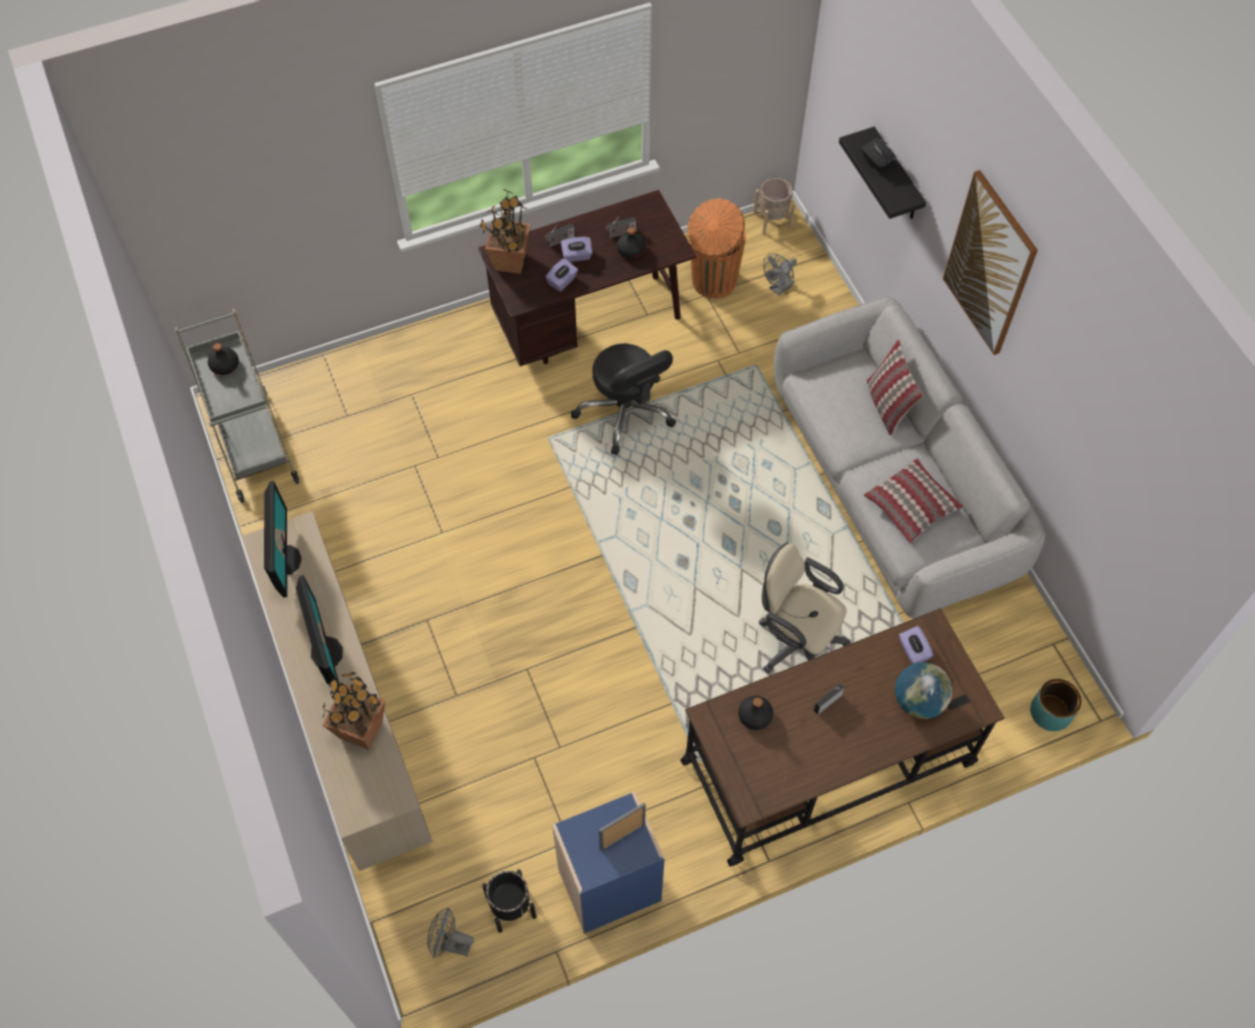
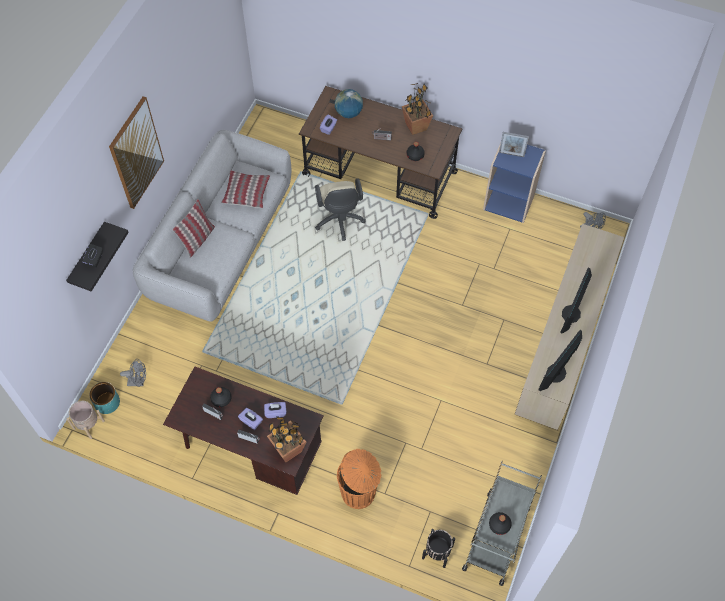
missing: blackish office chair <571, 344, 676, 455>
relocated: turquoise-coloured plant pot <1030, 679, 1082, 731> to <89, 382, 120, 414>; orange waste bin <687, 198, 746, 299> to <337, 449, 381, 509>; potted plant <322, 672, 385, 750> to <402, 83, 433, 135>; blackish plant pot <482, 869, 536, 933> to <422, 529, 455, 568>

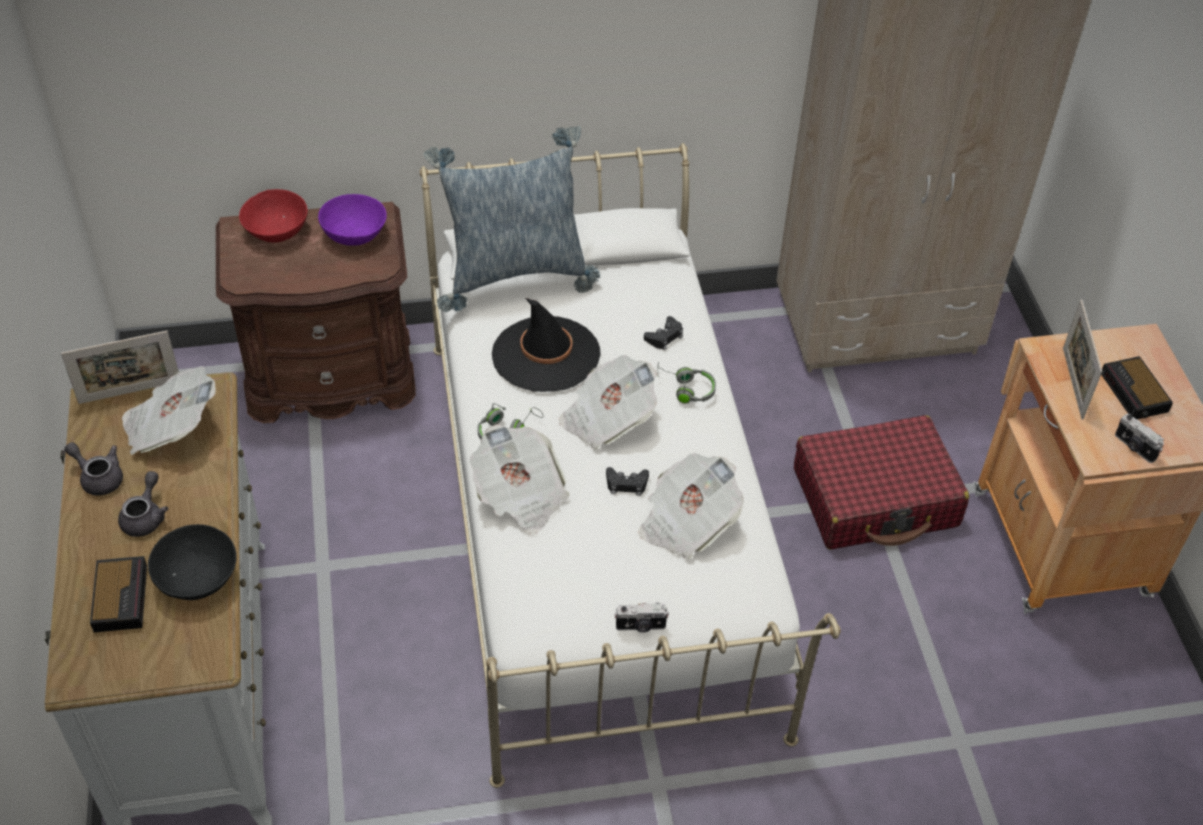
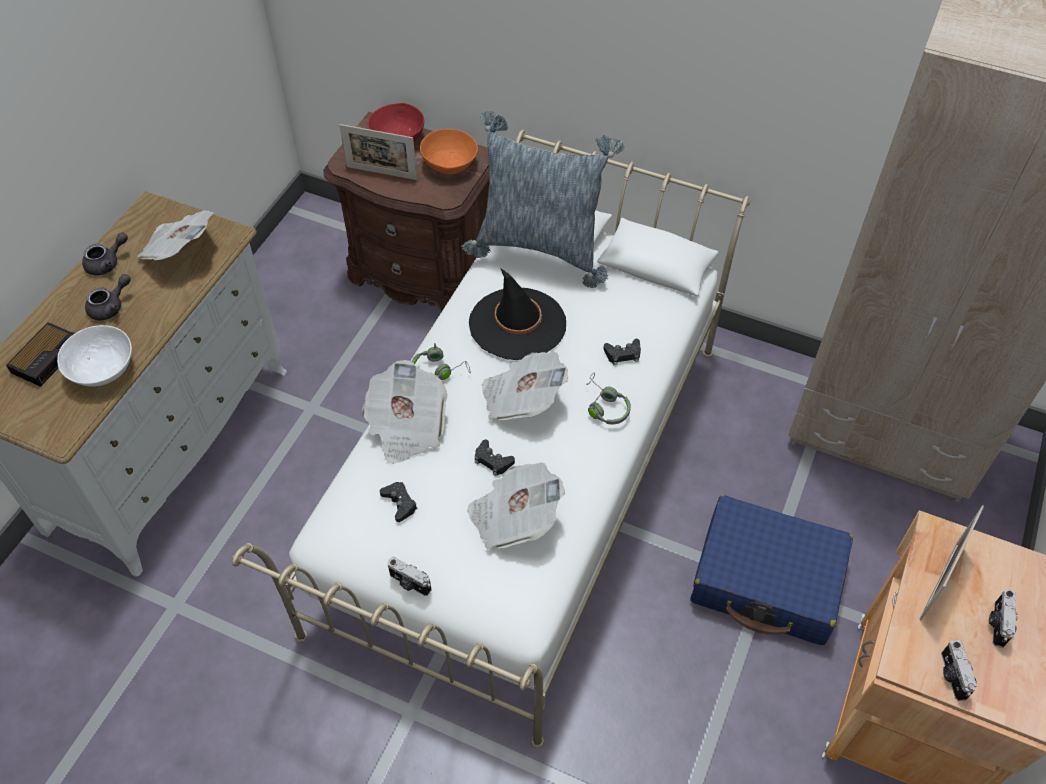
appeared: blackish game controller <380, 482, 417, 522>
relocated: photo frame <61, 331, 179, 404> to <339, 124, 417, 180>
exchanged: alarm clock <1101, 356, 1173, 419> to photo camera <989, 589, 1018, 648>
colour: blackish deep dish <148, 524, 237, 600> to white-coloured deep dish <57, 325, 132, 387>; purplish deep dish <318, 194, 387, 246> to orange deep dish <420, 129, 478, 174>; red-coloured travel case <794, 415, 969, 549> to bluish travel case <691, 495, 853, 645>
spun: gray pot for tea <65, 442, 123, 496> = <82, 232, 128, 276> 75 degrees clockwise

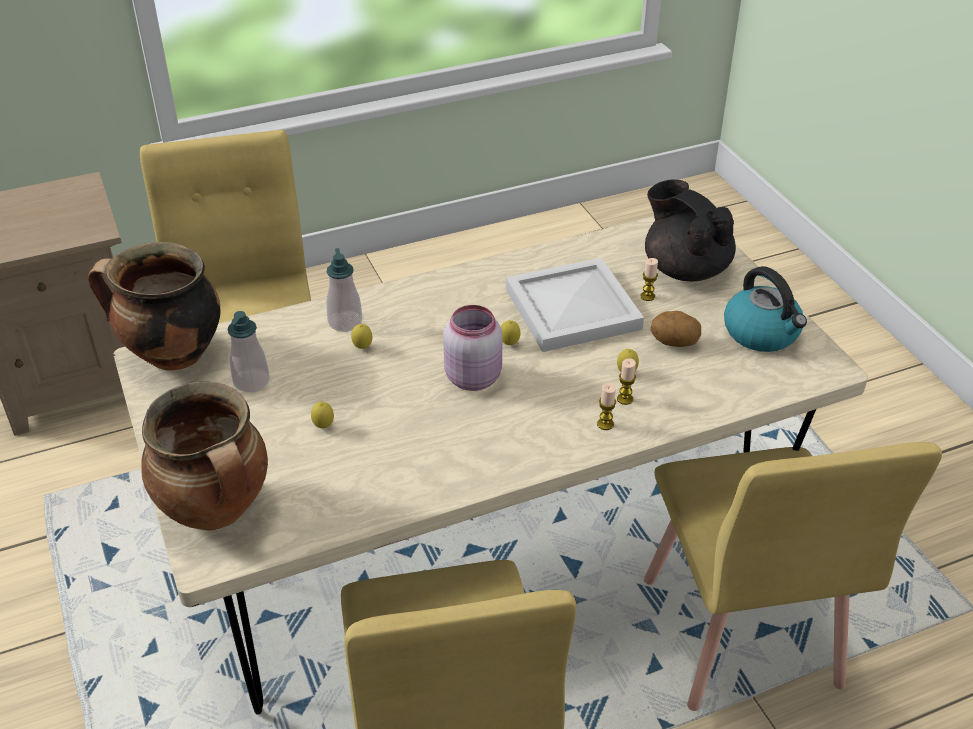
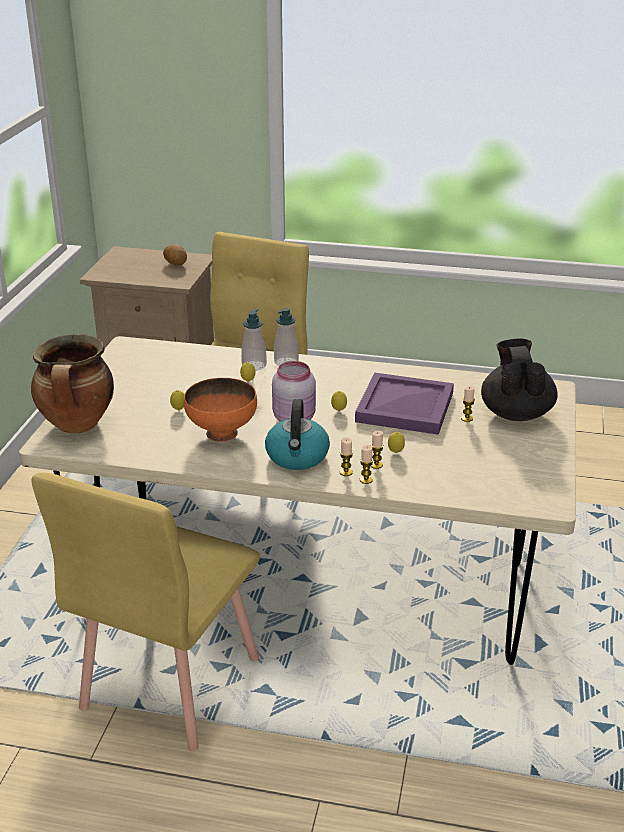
missing: cooking pot <88, 242, 220, 371>; yellow-coloured chair <644, 442, 942, 711>
appeared: orange deep dish <184, 378, 257, 442>; candle <359, 445, 373, 484>
relocated: whole potato <650, 311, 701, 347> to <163, 244, 187, 266>; kettle <724, 266, 807, 352> to <265, 399, 330, 470>; soap dispenser <227, 311, 270, 392> to <274, 308, 299, 366>
colour: white-coloured serving tray <506, 258, 644, 352> to purplish serving tray <355, 373, 454, 435>

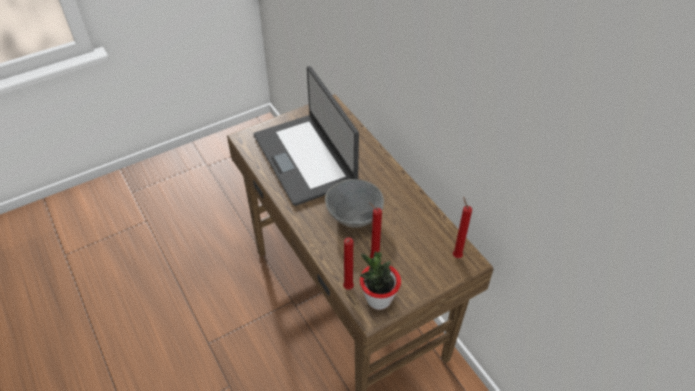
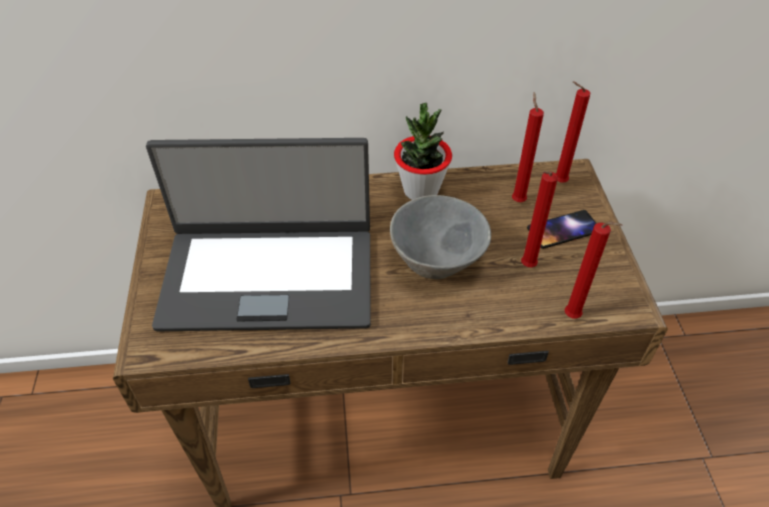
appeared: red-coloured candle <512, 92, 544, 202>; handset <527, 210, 597, 249>
relocated: potted plant <360, 251, 401, 310> to <394, 103, 452, 200>

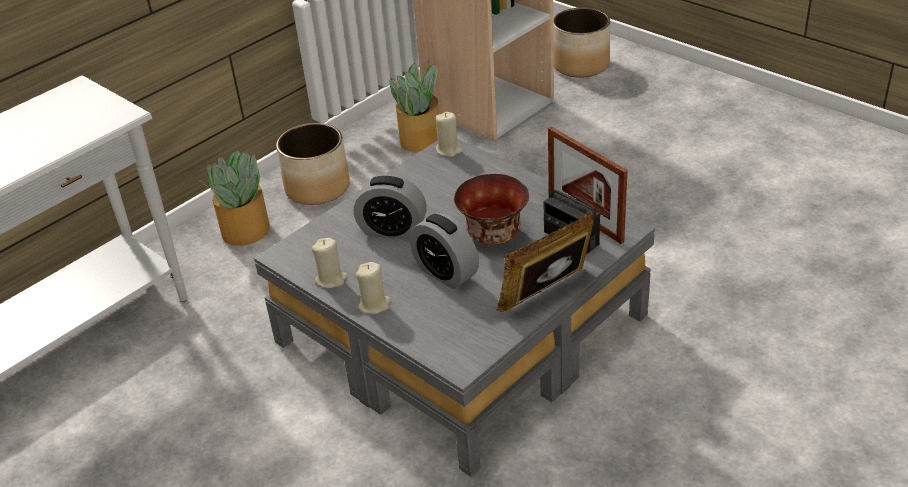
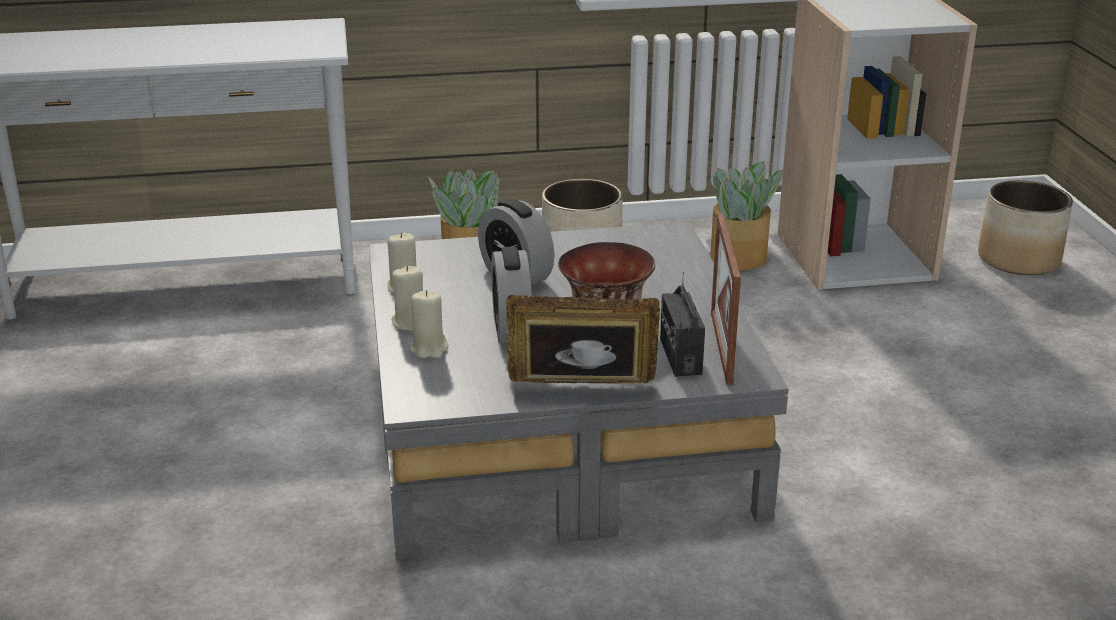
relocated: beige-coloured candle <436, 112, 462, 157> to <410, 290, 448, 358>

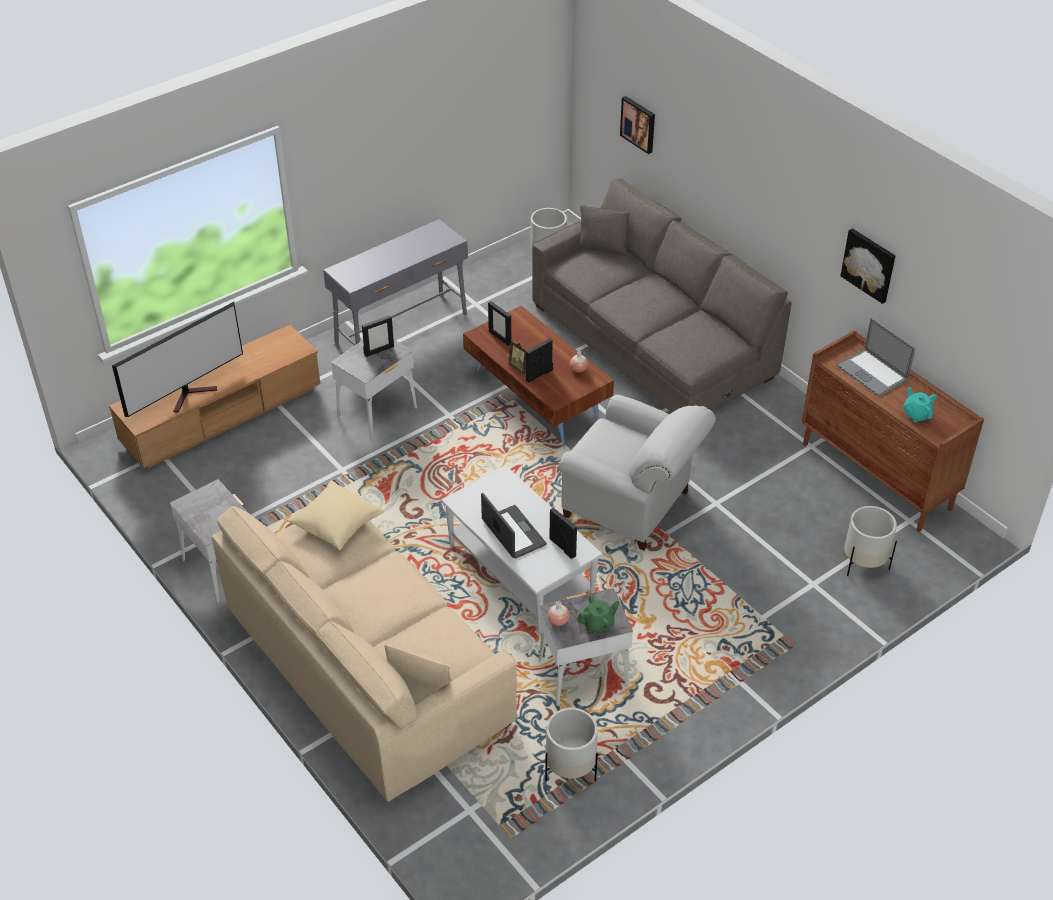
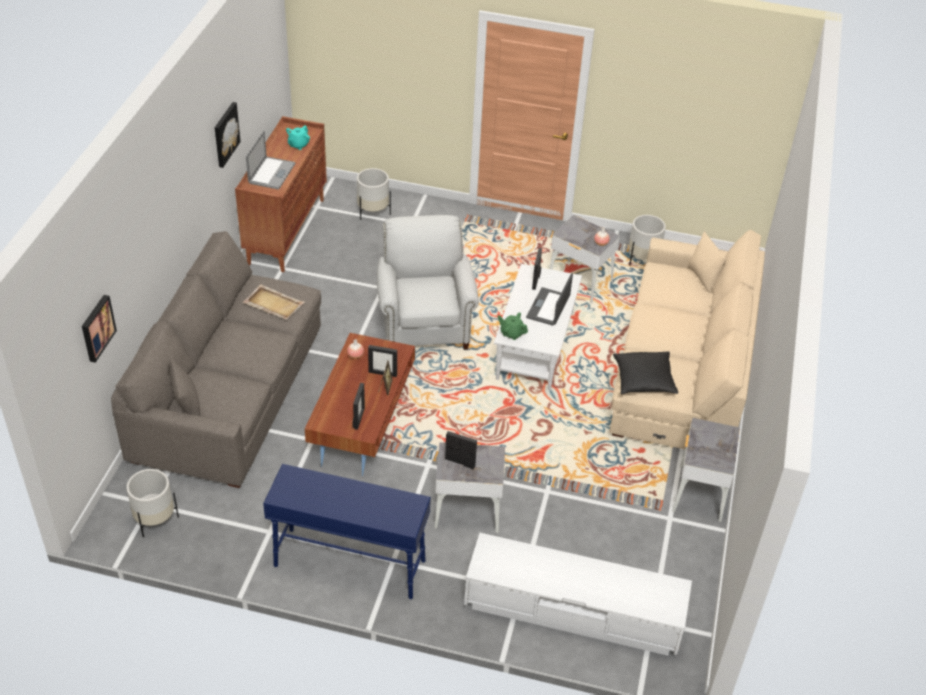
missing: TV set <112, 302, 243, 417>
appeared: beige-coloured serving tray <243, 284, 305, 320>
relocated: green-coloured pot for tea <577, 594, 620, 633> to <498, 312, 528, 340>
colour: gray console table <323, 219, 468, 346> to bluish console table <263, 464, 431, 599>; brownish tv stand <109, 324, 320, 468> to white-coloured tv stand <464, 533, 692, 656>; beige-coloured throw pillow <287, 480, 385, 550> to blackish throw pillow <613, 352, 678, 394>

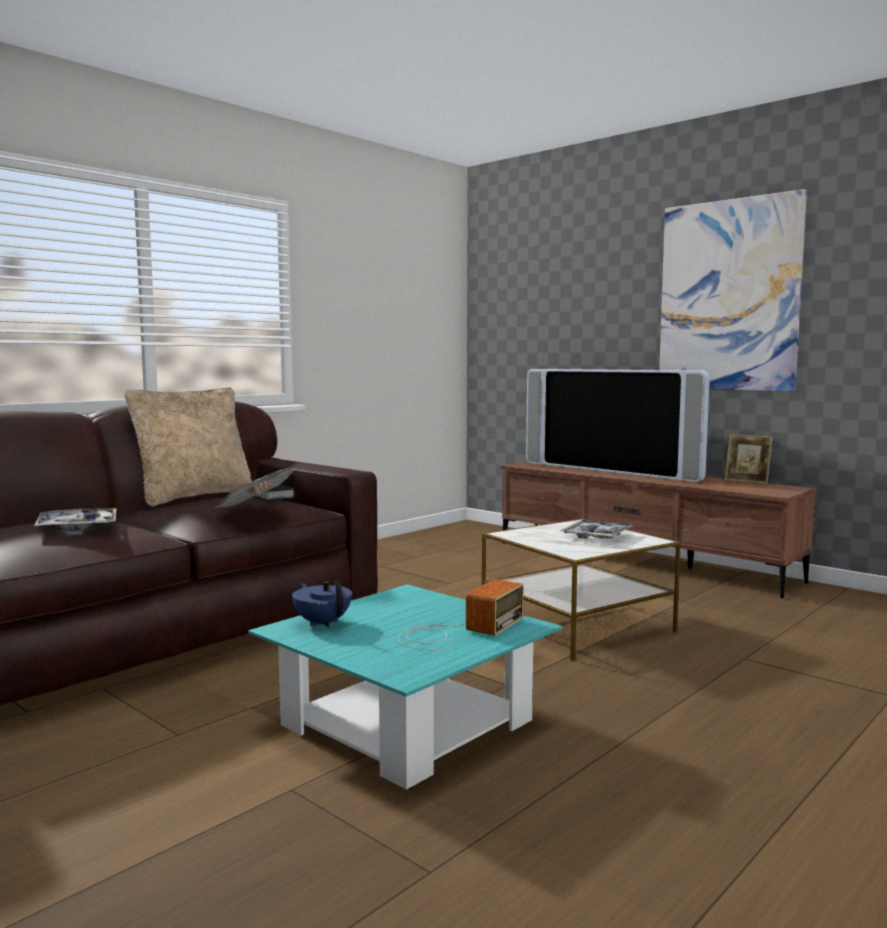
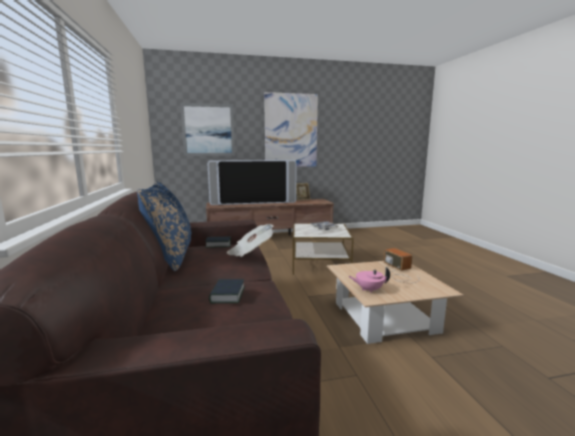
appeared: wall picture <180, 103, 235, 156>
exchanged: serving tray <34, 508, 117, 531> to book <209, 279, 245, 303>
colour: beige-coloured throw pillow <124, 387, 252, 506> to bluish throw pillow <137, 182, 191, 271>; turquoise-coloured coffee table <248, 584, 563, 790> to beige-coloured coffee table <327, 261, 464, 344>; bluish pot for tea <292, 580, 352, 627> to pinkish pot for tea <348, 267, 390, 293>

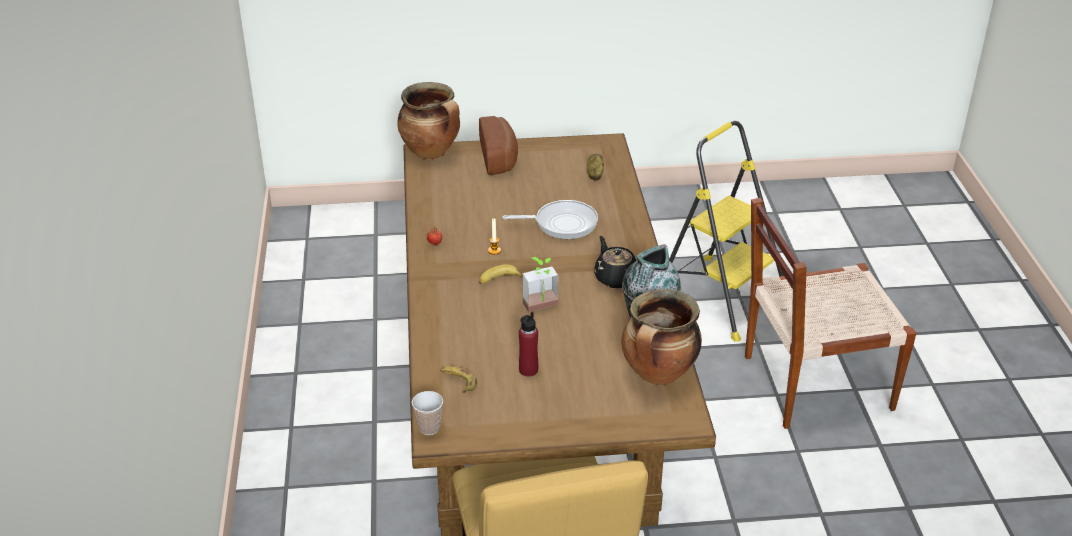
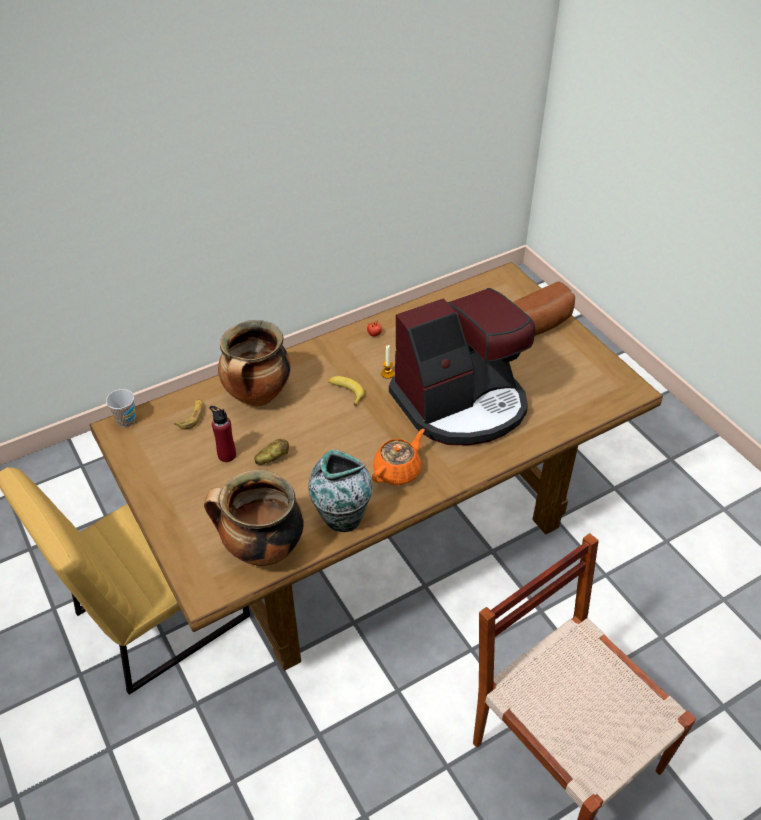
missing: potted plant <523, 257, 558, 312>; yellow-coloured step stool <669, 121, 784, 342>
relocated: cooking pot <397, 82, 460, 159> to <218, 320, 291, 406>; whole potato <587, 154, 604, 181> to <254, 439, 289, 465>
exchanged: pan <503, 200, 598, 239> to coffee machine <389, 288, 535, 446>
colour: blackish pot for tea <594, 236, 637, 288> to orange pot for tea <372, 429, 425, 485>

